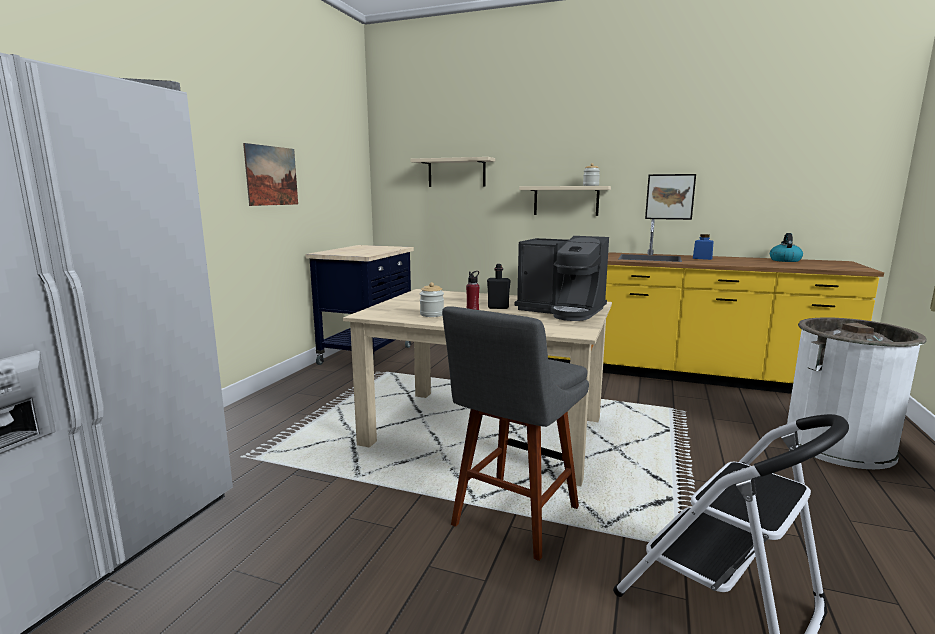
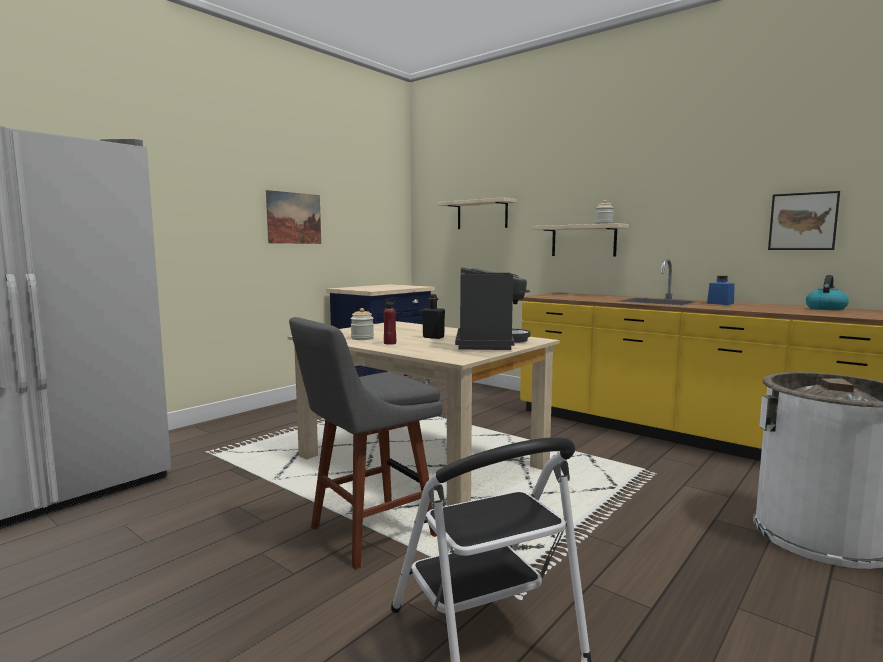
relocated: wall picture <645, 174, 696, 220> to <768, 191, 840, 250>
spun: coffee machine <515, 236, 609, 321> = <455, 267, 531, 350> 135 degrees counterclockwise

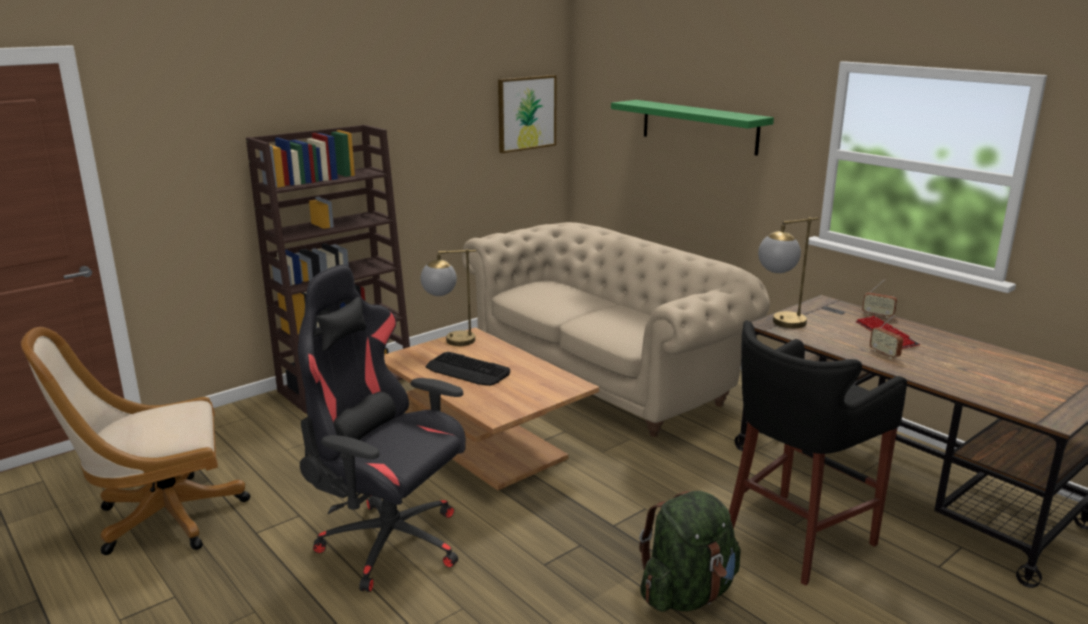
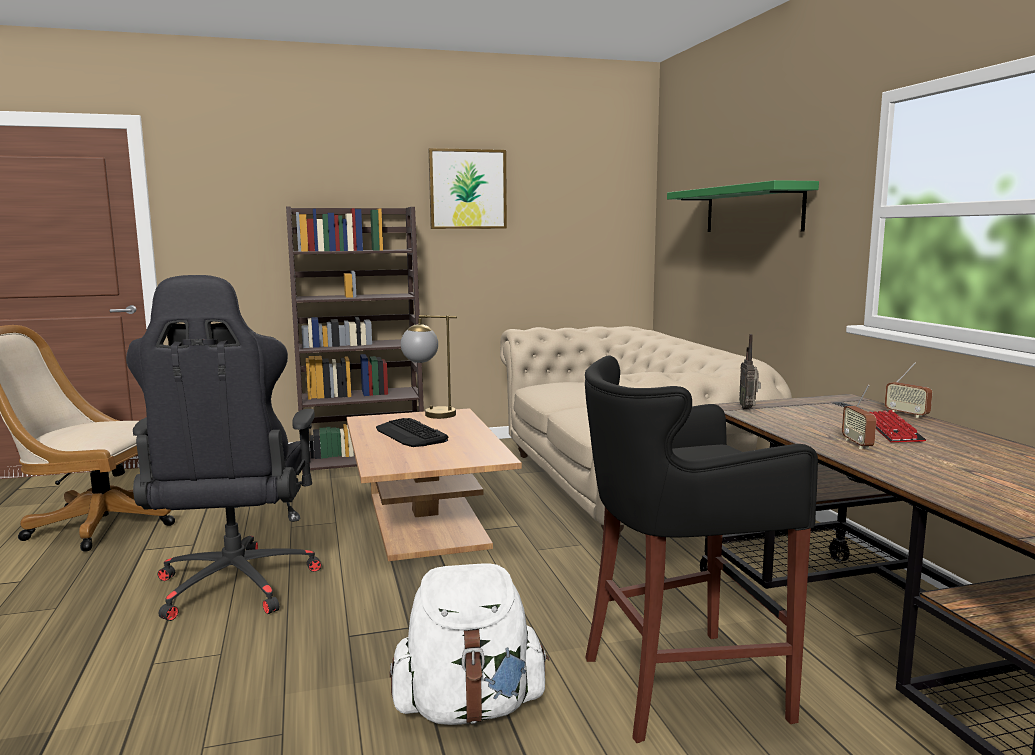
relocated: wall picture <498, 75, 557, 153> to <429, 148, 507, 229>
exchanged: table lamp <758, 217, 818, 328> to radio receiver <739, 334, 761, 410>
colour: green-coloured rucksack <639, 491, 741, 612> to white-coloured rucksack <389, 563, 549, 725>
spun: blackish office chair <298, 265, 466, 592> = <126, 275, 321, 621> 150 degrees counterclockwise

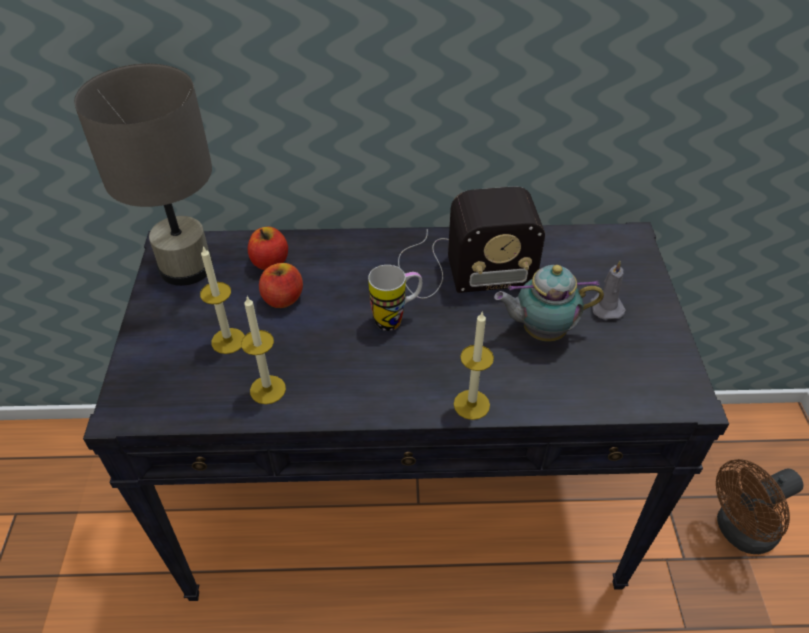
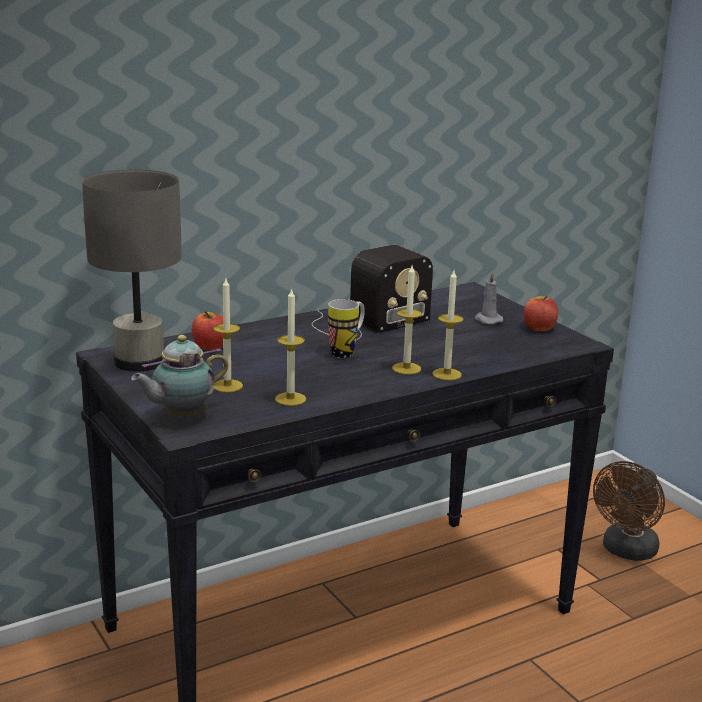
appeared: candle <392, 266, 422, 374>
relocated: pot for tea <494, 265, 604, 342> to <131, 335, 228, 419>; apple fruit <259, 263, 303, 308> to <524, 296, 558, 331>

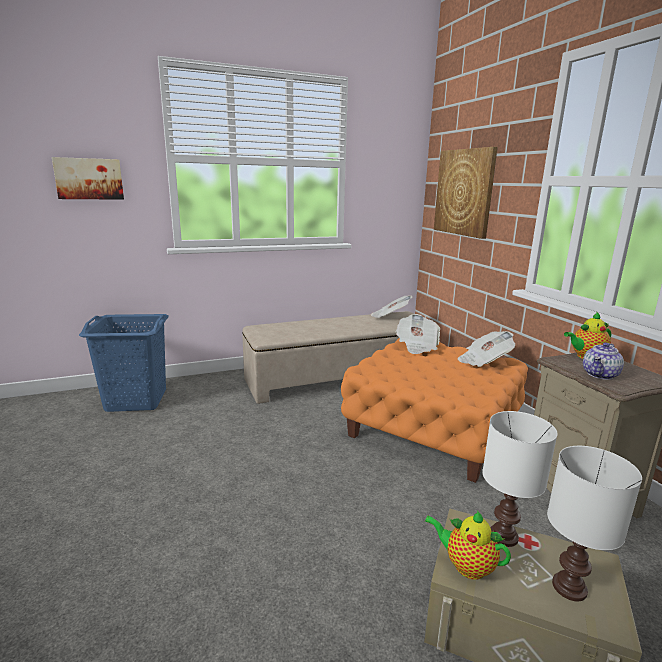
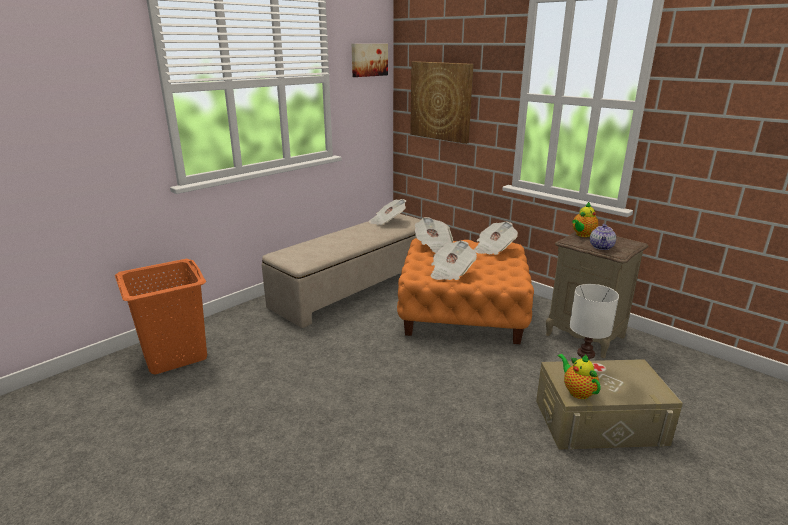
missing: white-coloured table lamp <547, 446, 642, 601>
appeared: daily paper <431, 241, 477, 280>
relocated: wall picture <52, 157, 124, 200> to <352, 44, 388, 77>
colour: bluish laundry basket <79, 314, 169, 412> to orange laundry basket <115, 259, 207, 375>
spun: pot for tea <425, 511, 511, 580> = <557, 354, 601, 399> 60 degrees clockwise

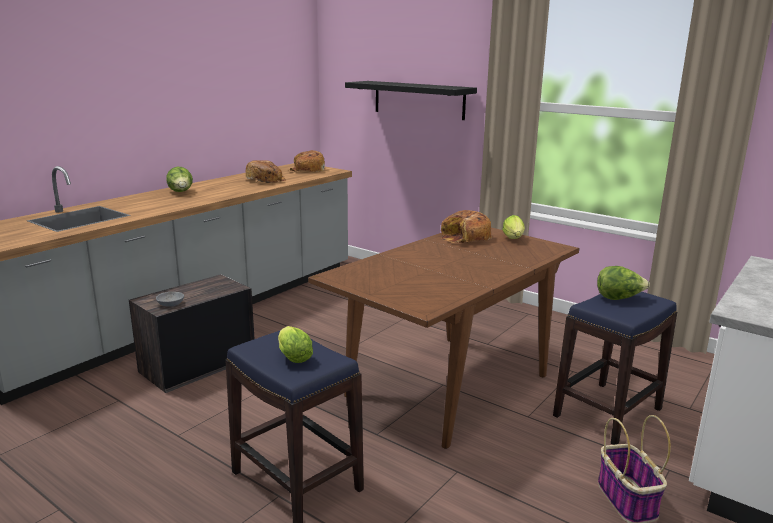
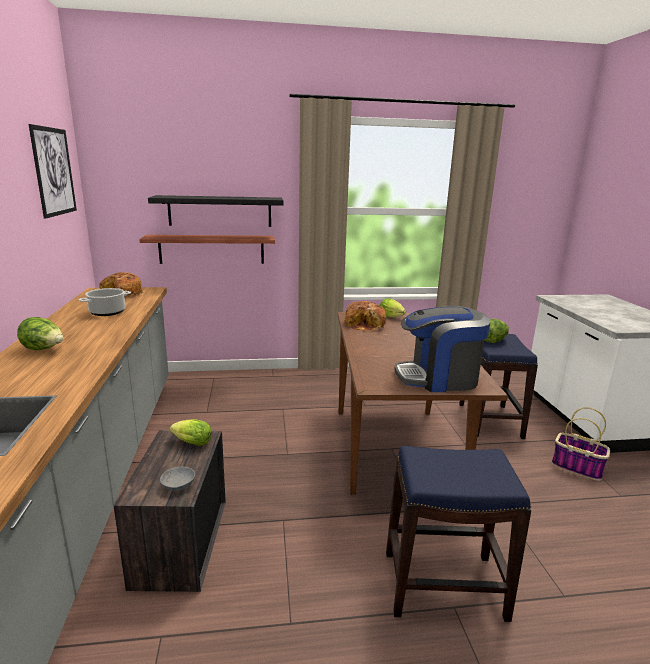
appeared: wall picture <28, 124, 77, 219>; bracket shelf <139, 235, 275, 264>; coffee machine <394, 306, 490, 392>
relocated: lettuce <278, 326, 313, 363> to <170, 419, 212, 446>
exchanged: baked bread <246, 160, 286, 183> to cooking pot <79, 288, 131, 316>

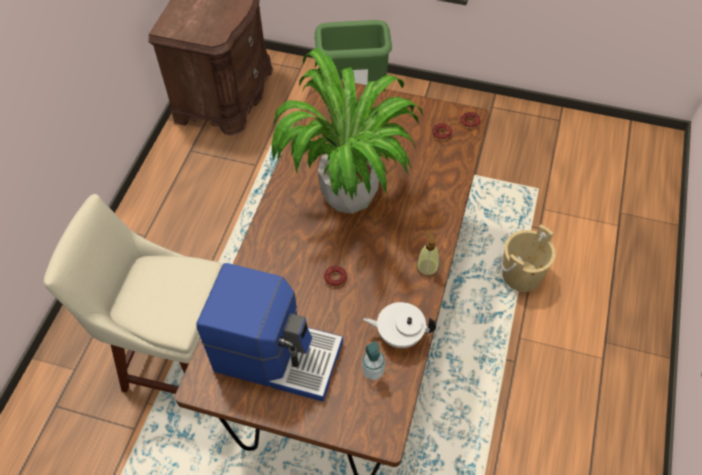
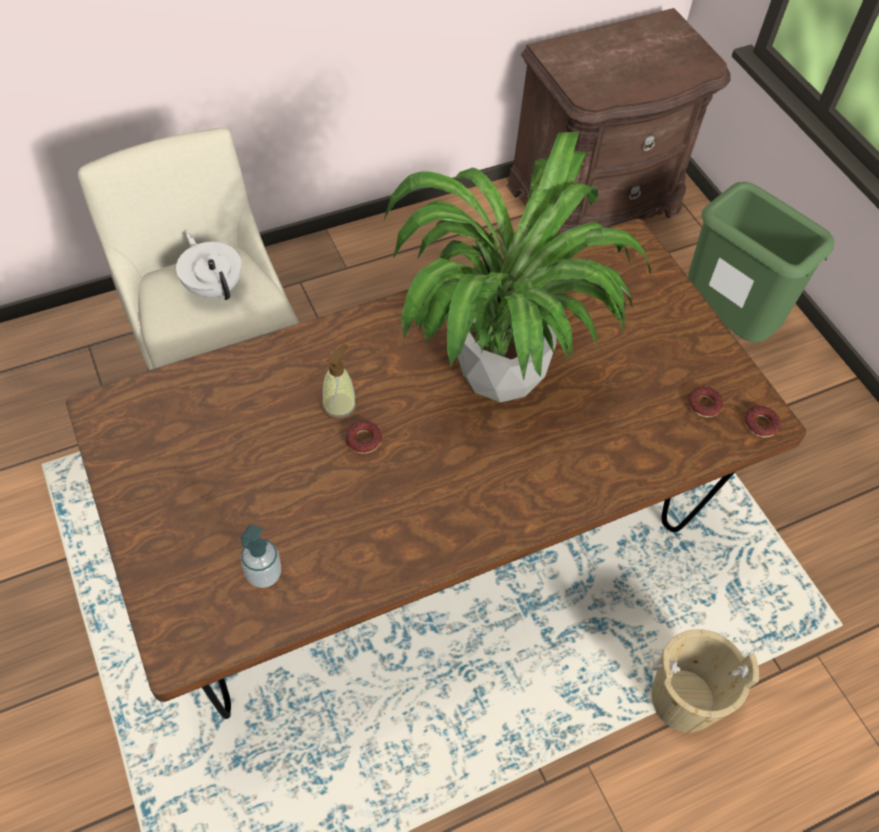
missing: coffee machine <196, 263, 343, 402>
relocated: white-coloured pot for tea <363, 302, 436, 348> to <176, 233, 242, 300>; soap dispenser <416, 230, 439, 277> to <322, 344, 357, 420>

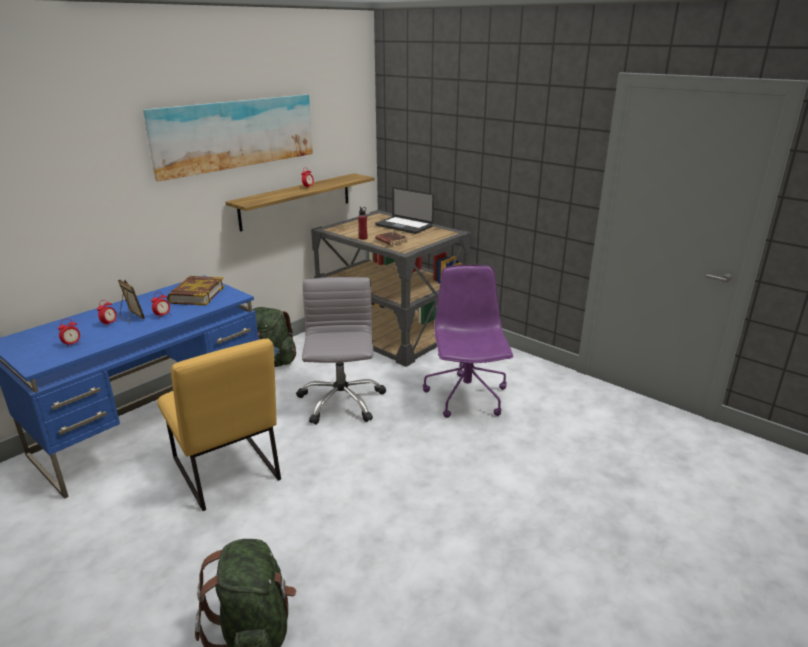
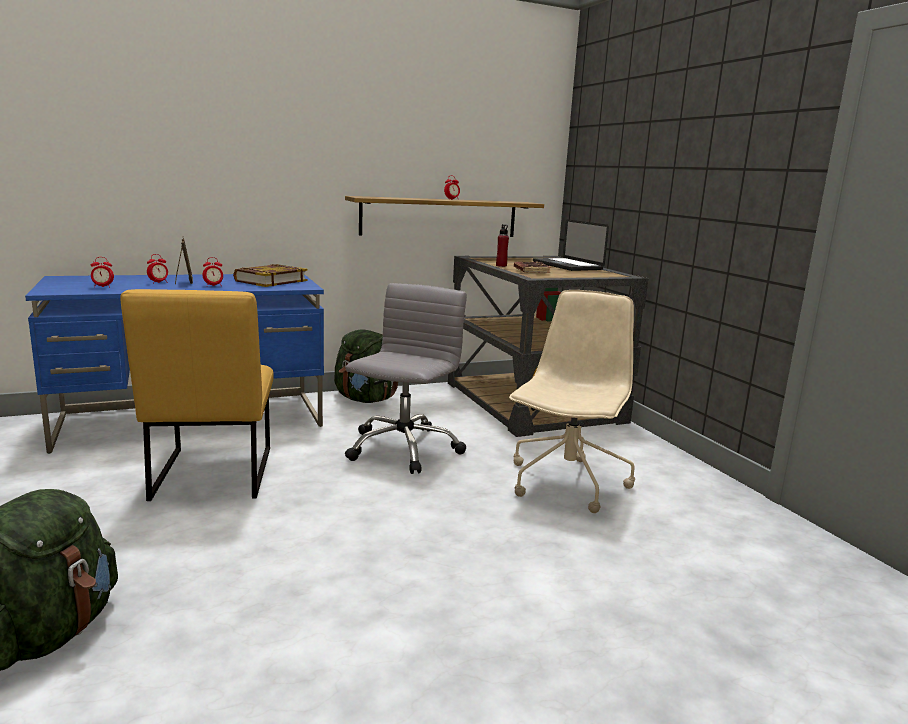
missing: wall picture <143, 95, 313, 182>
colour: purplish office chair <423, 265, 513, 418> to beige-coloured office chair <509, 290, 635, 513>

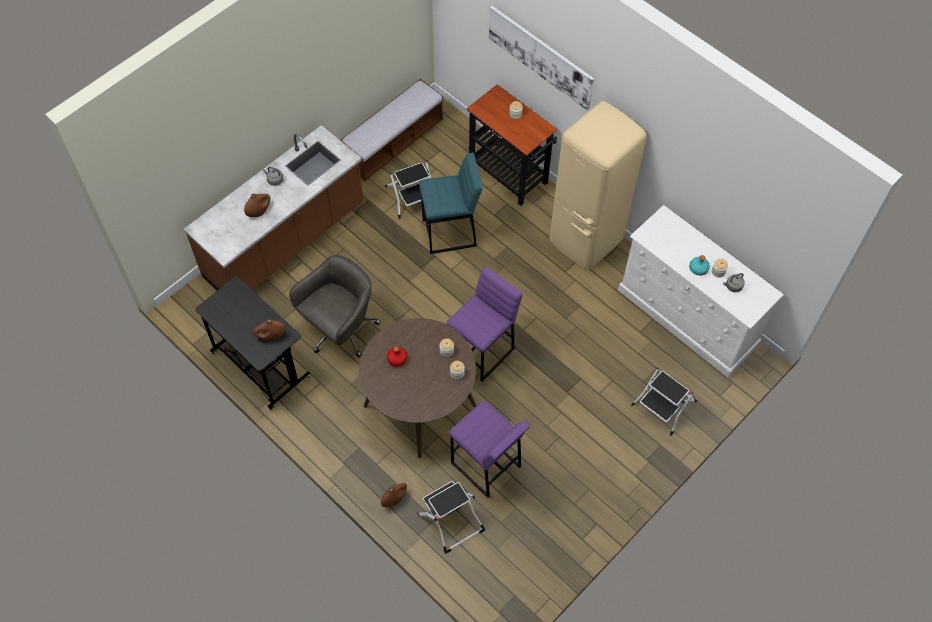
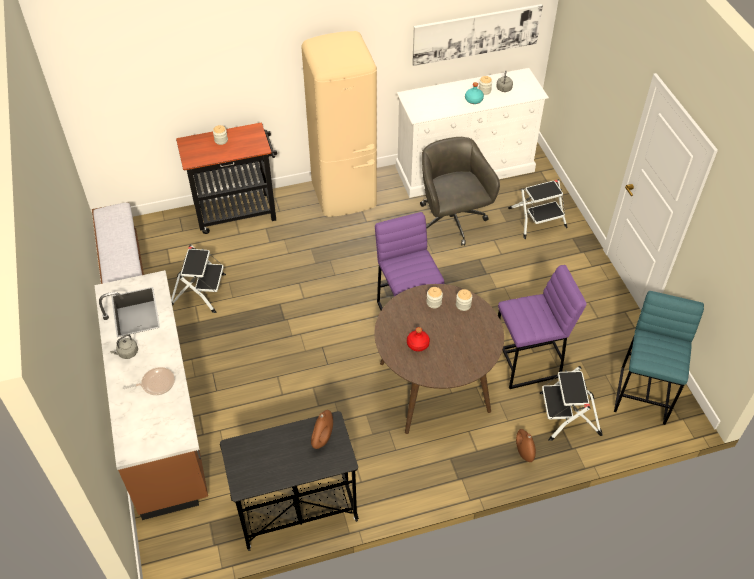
relocated: wall picture <489, 6, 594, 111> to <412, 4, 543, 66>; gray office chair <289, 255, 381, 358> to <420, 137, 500, 246>; turquoise-coloured stool seat <419, 153, 483, 254> to <614, 291, 704, 425>
exchanged: brownish decorative vase <244, 193, 270, 217> to pan <123, 367, 175, 395>

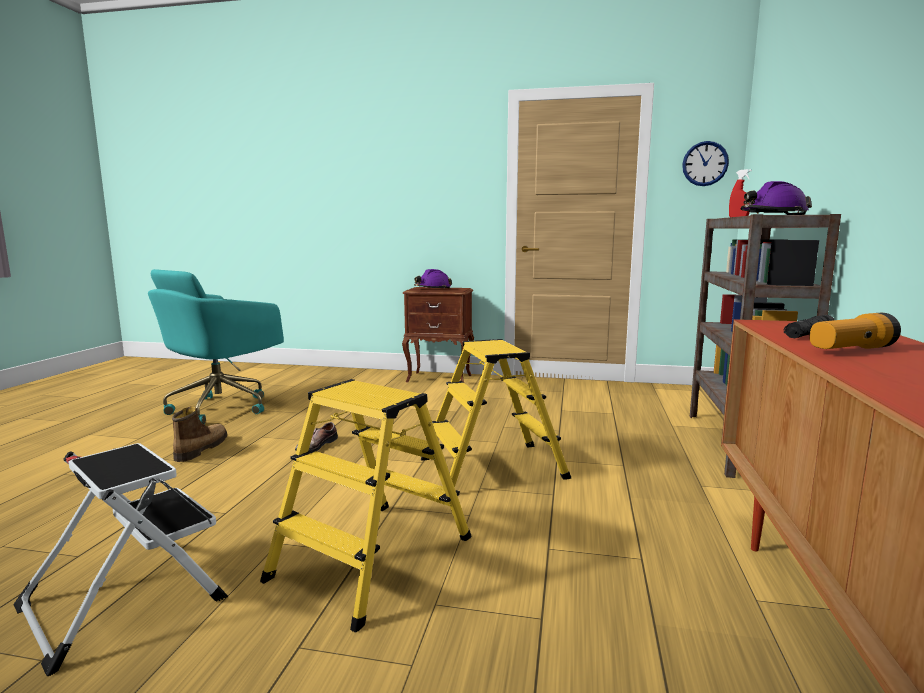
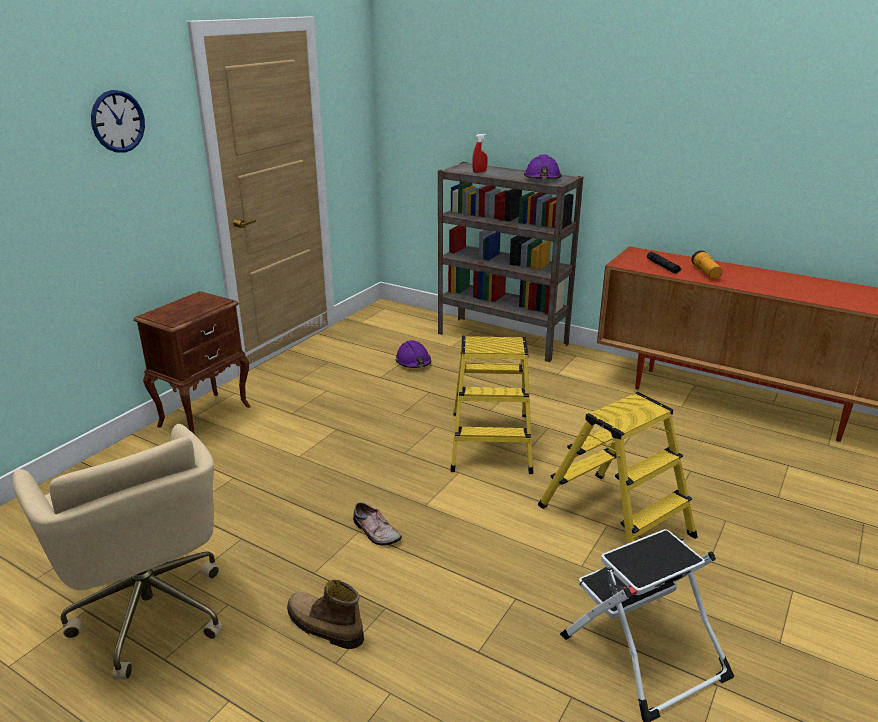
relocated: wall clock <682, 141, 729, 186> to <91, 90, 145, 153>; purplish safety helmet <414, 269, 452, 289> to <396, 340, 431, 368>
colour: turquoise-coloured office chair <148, 269, 284, 424> to beige-coloured office chair <12, 424, 223, 680>

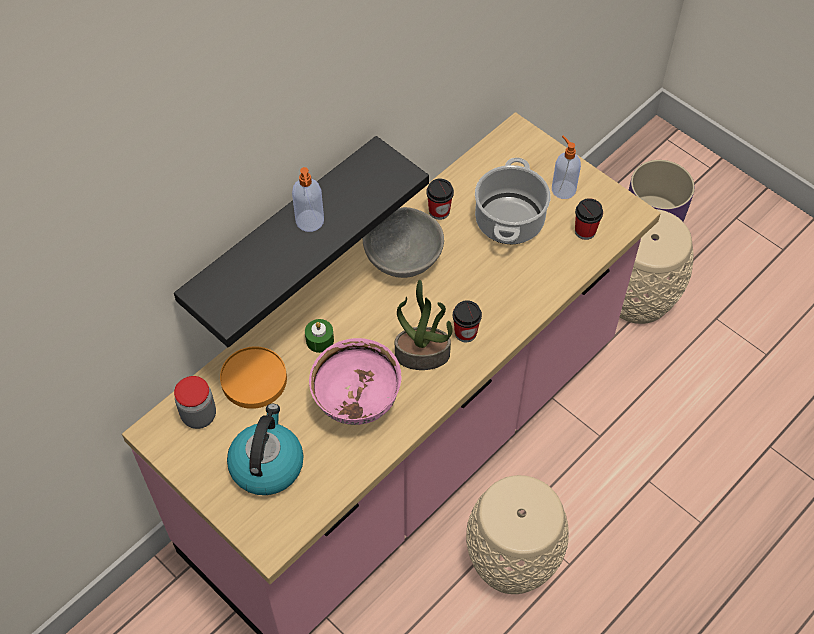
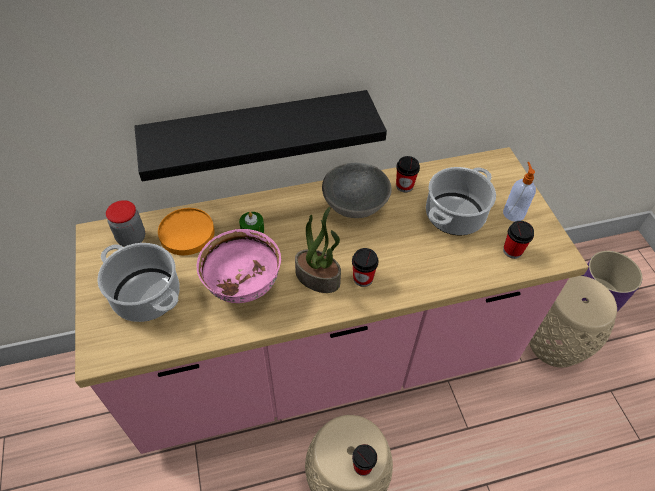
missing: soap dispenser <292, 167, 324, 232>
appeared: drinking cup <352, 444, 377, 476>
exchanged: kettle <227, 404, 304, 495> to cooking pot <97, 243, 180, 322>

